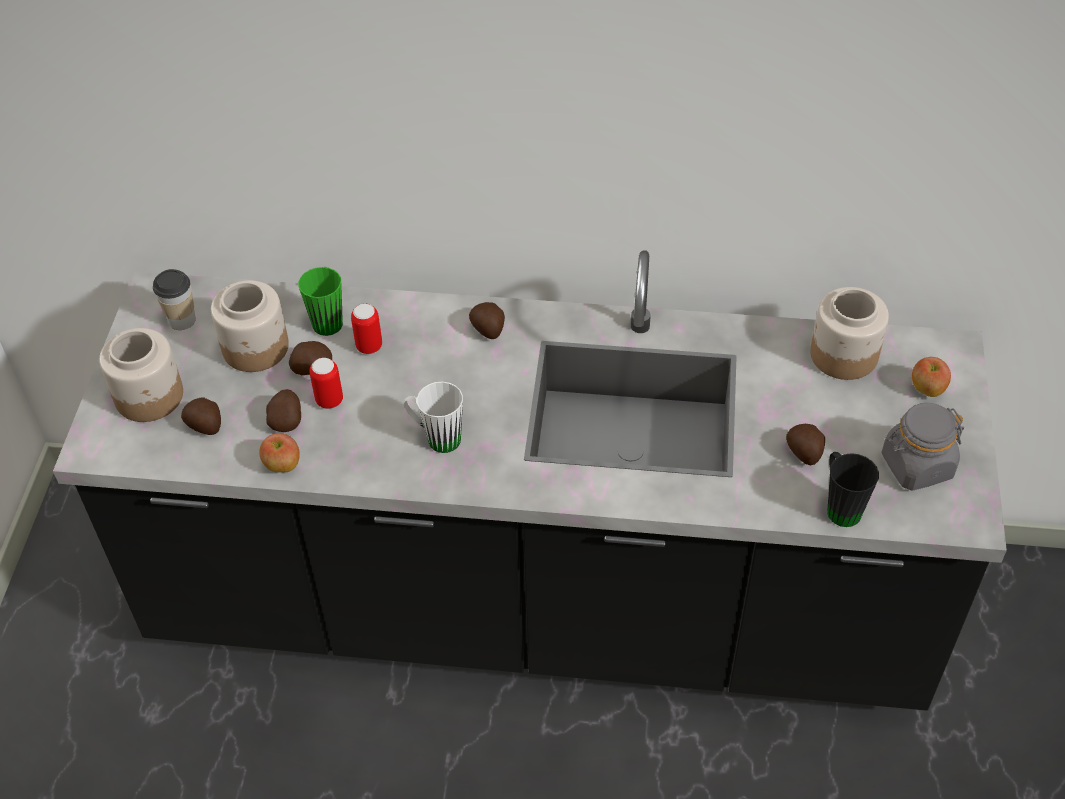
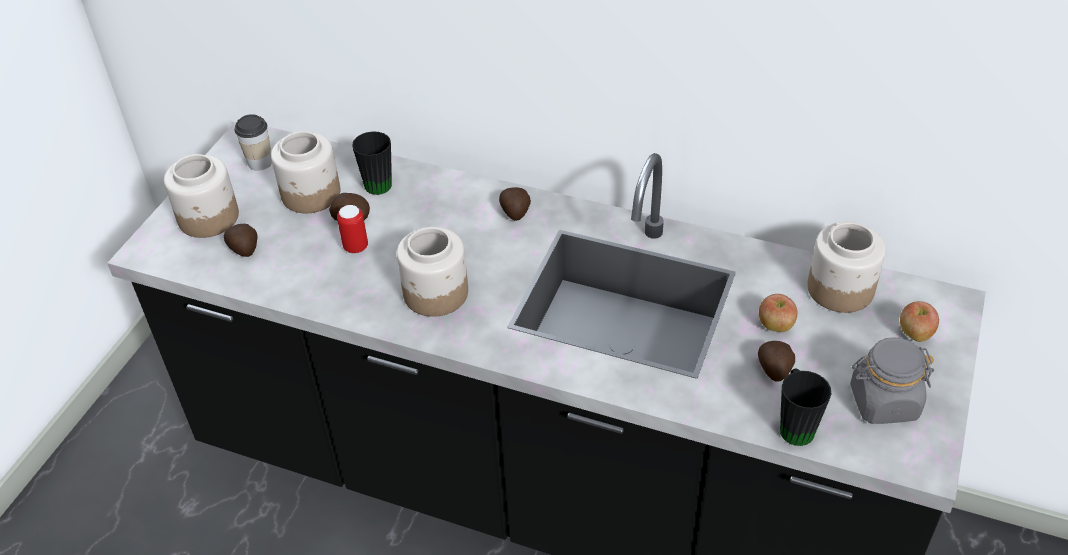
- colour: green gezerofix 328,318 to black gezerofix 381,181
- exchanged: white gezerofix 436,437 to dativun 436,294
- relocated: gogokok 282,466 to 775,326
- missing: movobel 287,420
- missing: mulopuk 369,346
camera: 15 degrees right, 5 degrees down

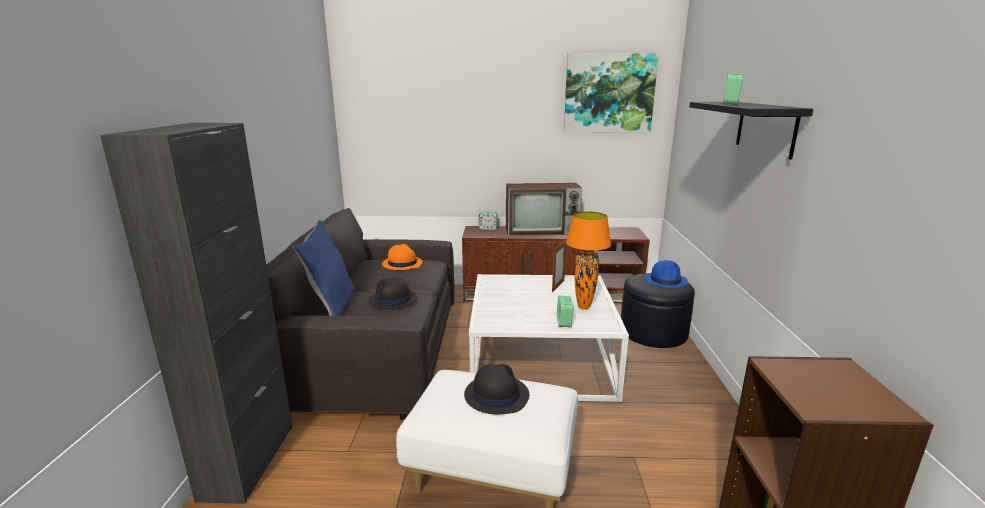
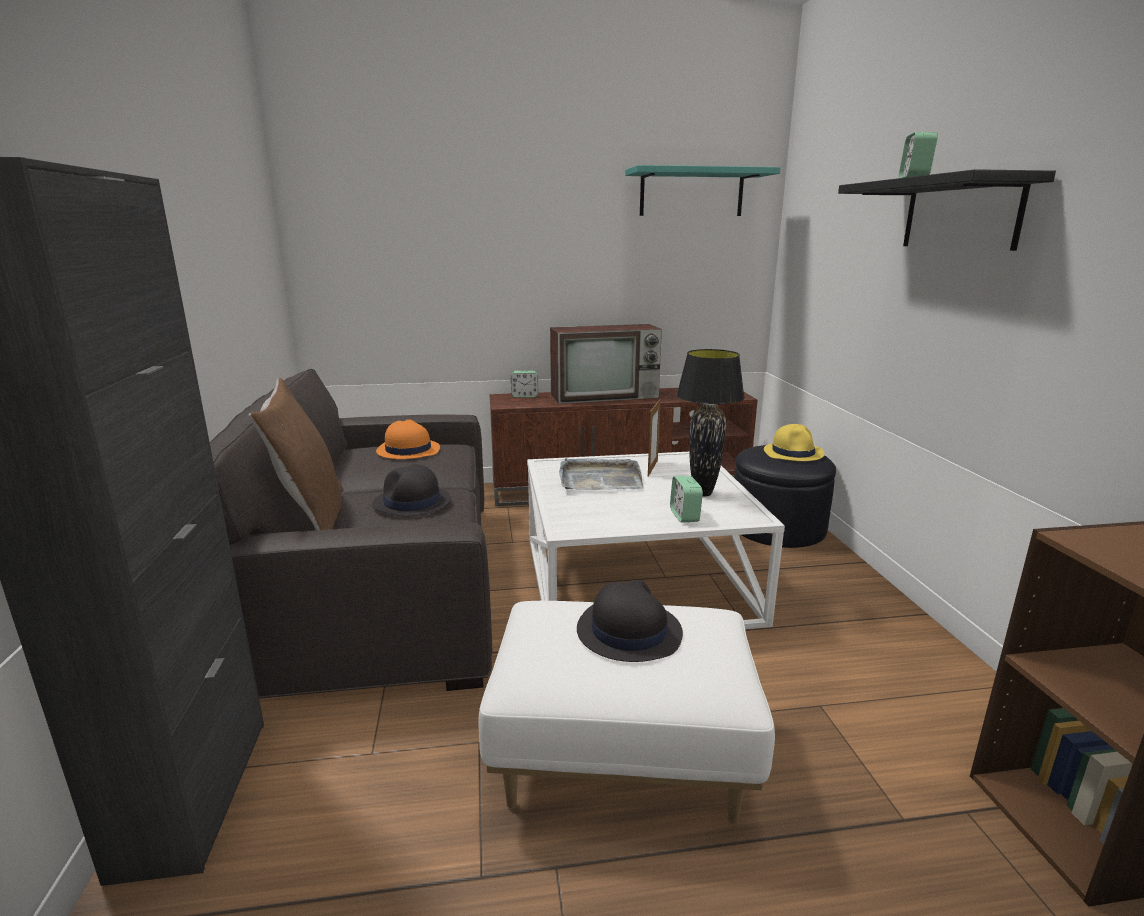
- colour: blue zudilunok 331,306 to brown zudilunok 311,518
- appeared: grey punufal 599,479
- exchanged: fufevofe 609,93 to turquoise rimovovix 691,193
- colour: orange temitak 584,307 to black temitak 703,493
- colour: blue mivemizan 666,280 to yellow mivemizan 793,453
camera: 10 degrees left, 0 degrees up

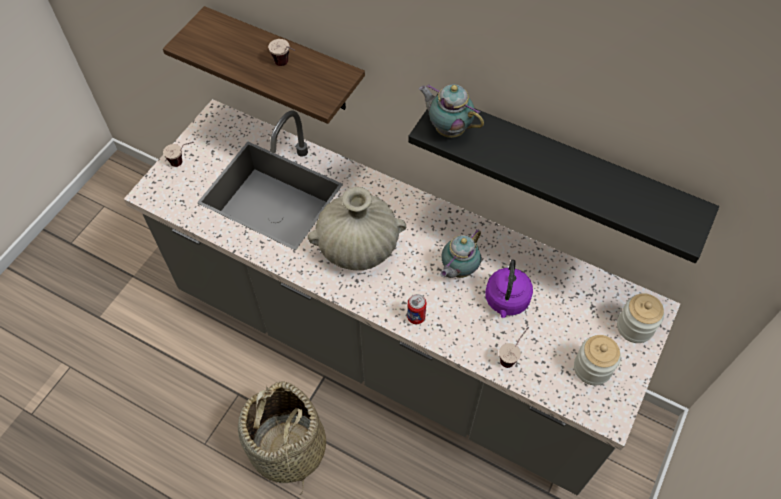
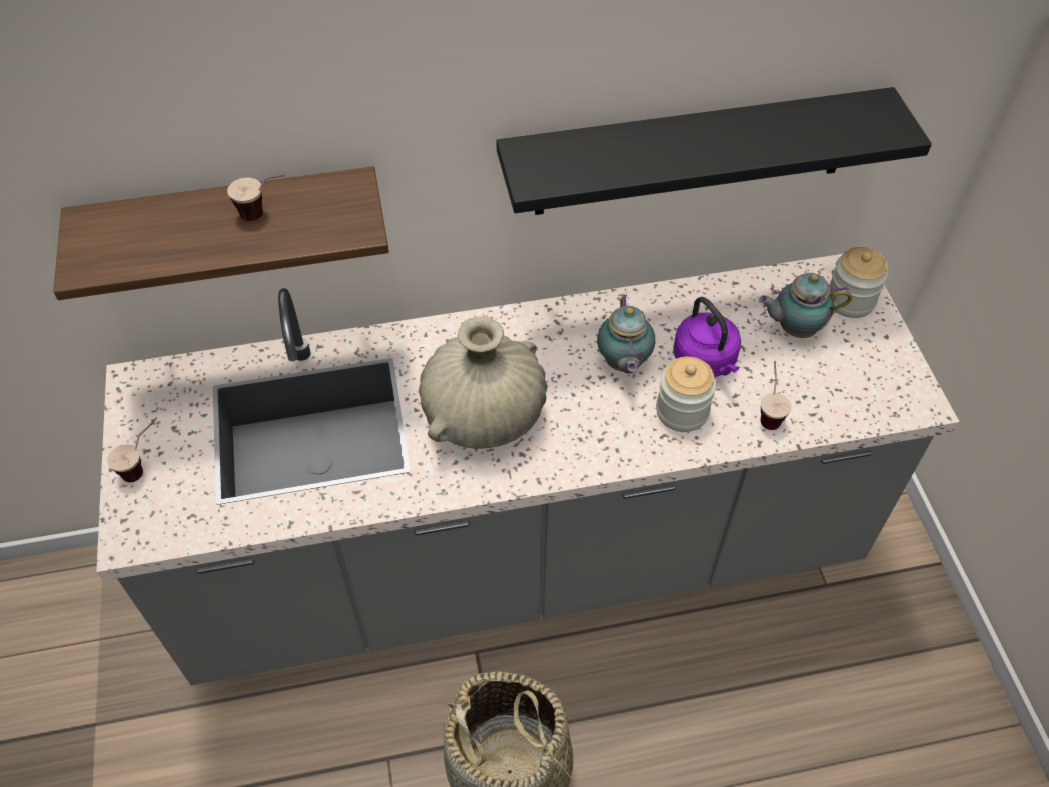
- relocated: dativun 592,368 to 682,411
- relocated: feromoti 448,129 to 794,328
- missing: mulopuk 416,317
camera: 40 degrees left, 5 degrees down

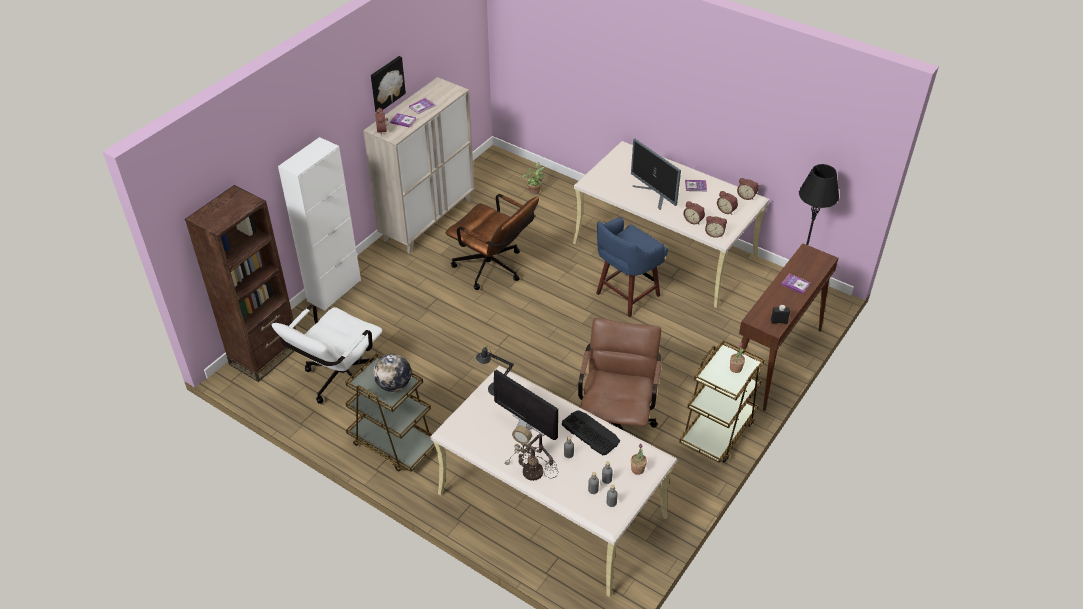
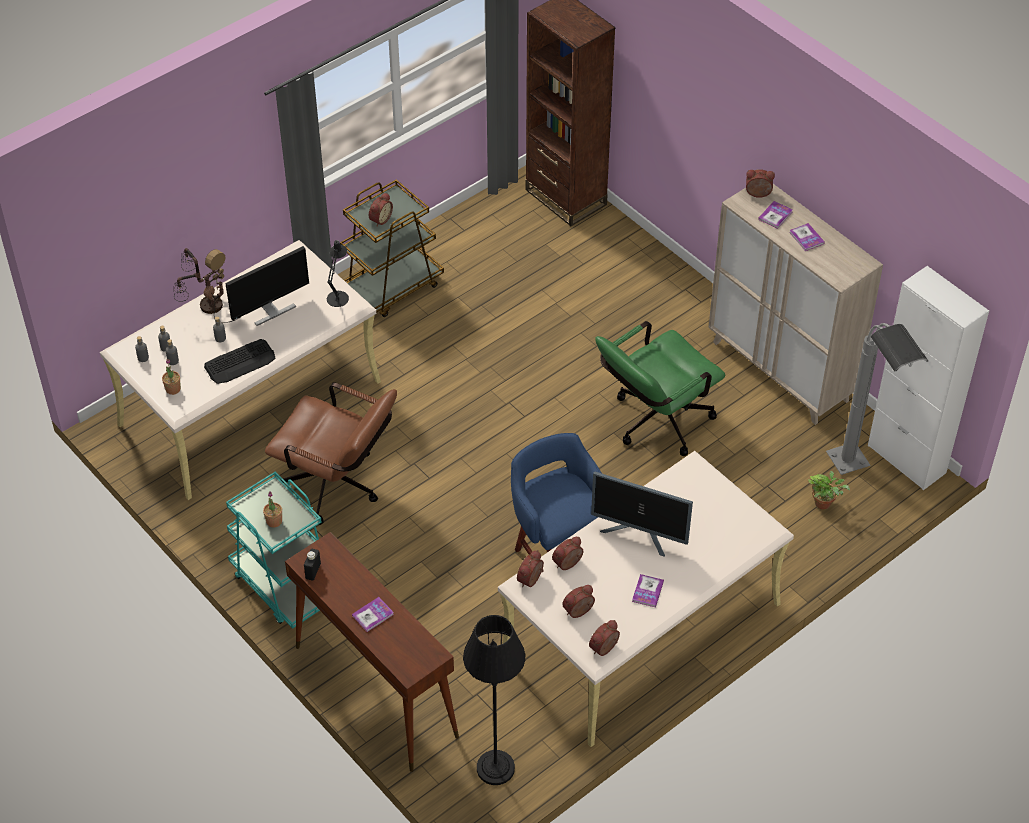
- colour: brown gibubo 717,431 to turquoise gibubo 284,585
- exchanged: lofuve 394,385 to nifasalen 380,219
- spun: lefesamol 654,195 = 640,534 135 degrees counterclockwise
- colour: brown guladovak 494,269 to green guladovak 655,423
- appeared: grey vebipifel 859,478
- relocated: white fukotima 334,290 to 906,459
- missing: white guladovak 339,382
- missing: fufevofe 386,83
camera: 105 degrees right, 5 degrees up

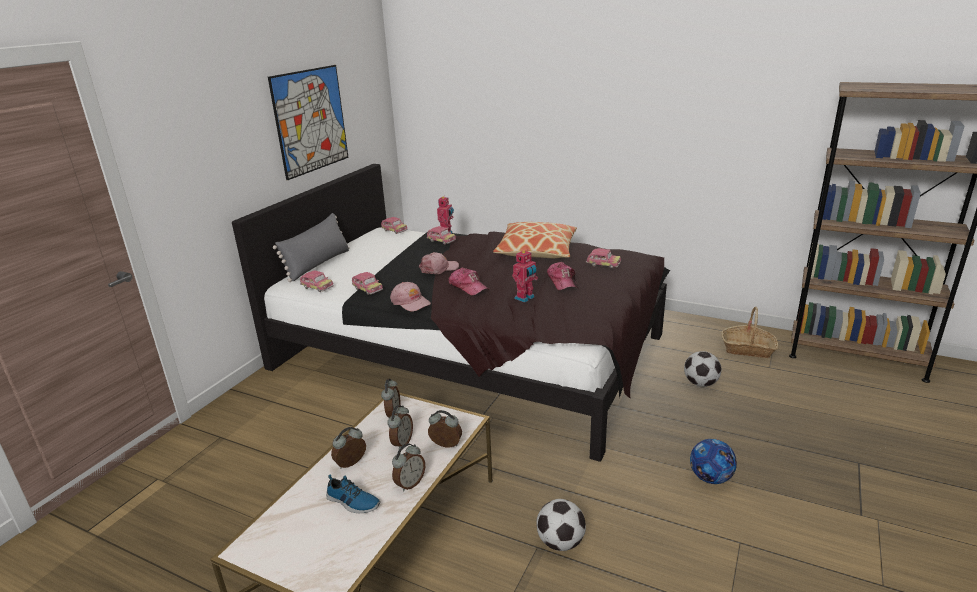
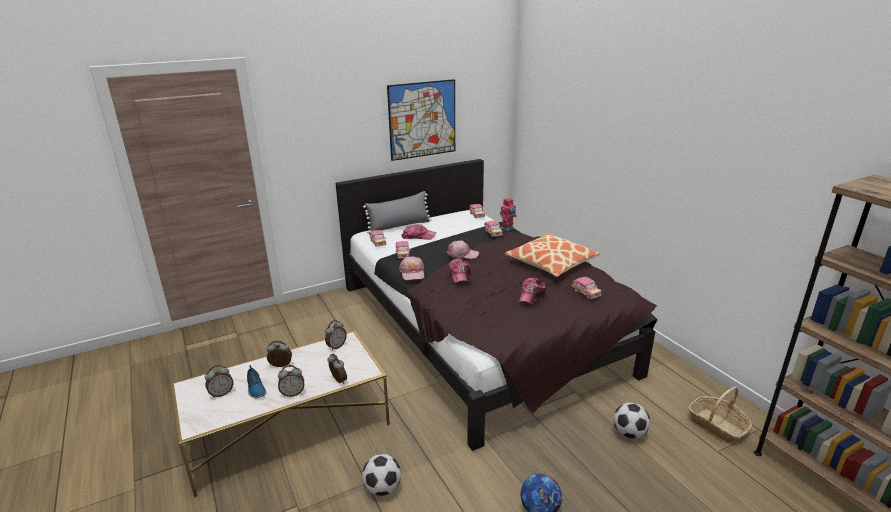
- relocated: nifasalen 401,443 to 221,393
- appeared: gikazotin 418,236
- missing: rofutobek 525,298
camera: 35 degrees right, 0 degrees up

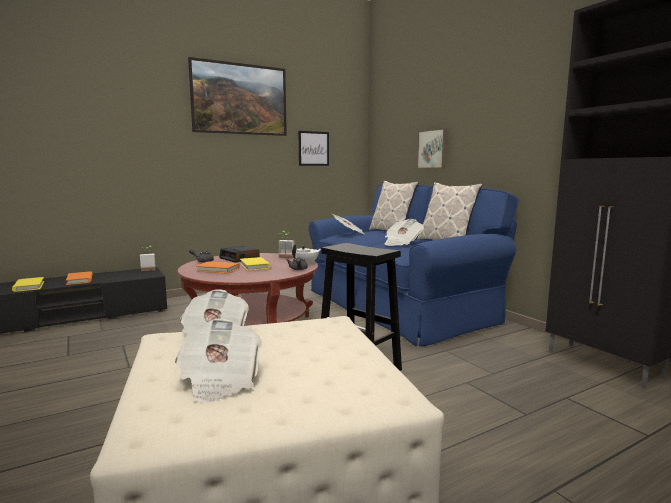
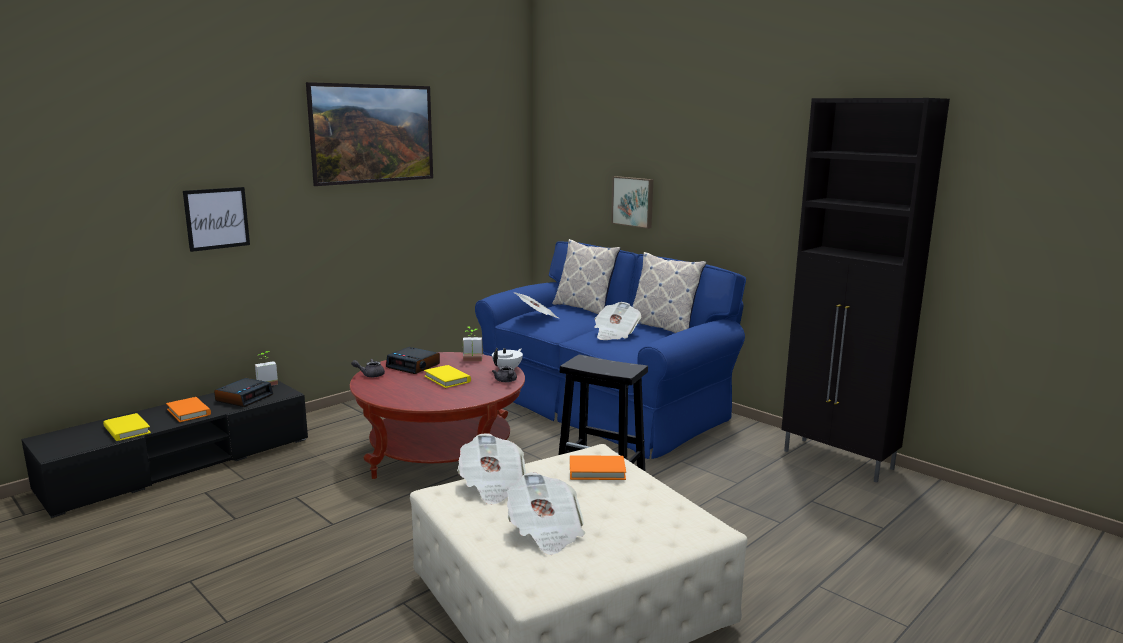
- relocated: fufevofe 313,148 to 217,218
- appeared: nifasalen 244,398
- relocated: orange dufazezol 218,269 to 597,471
camera: 15 degrees left, 5 degrees up

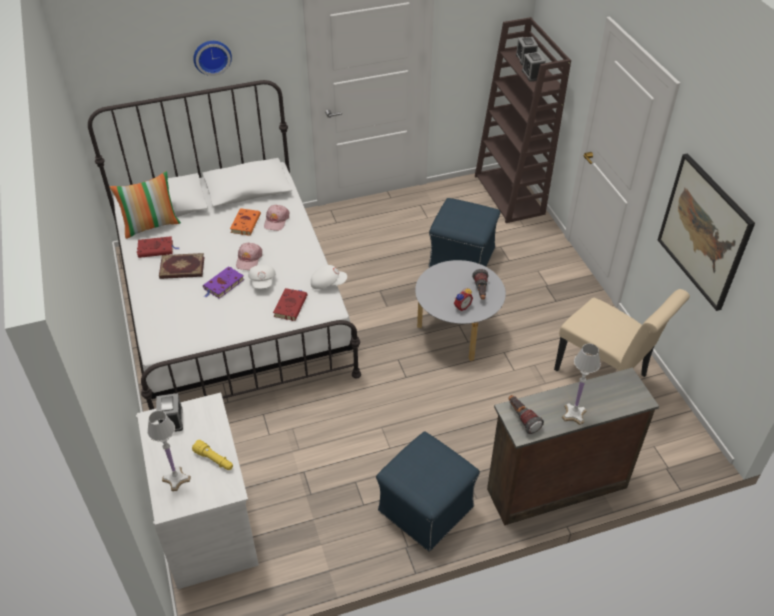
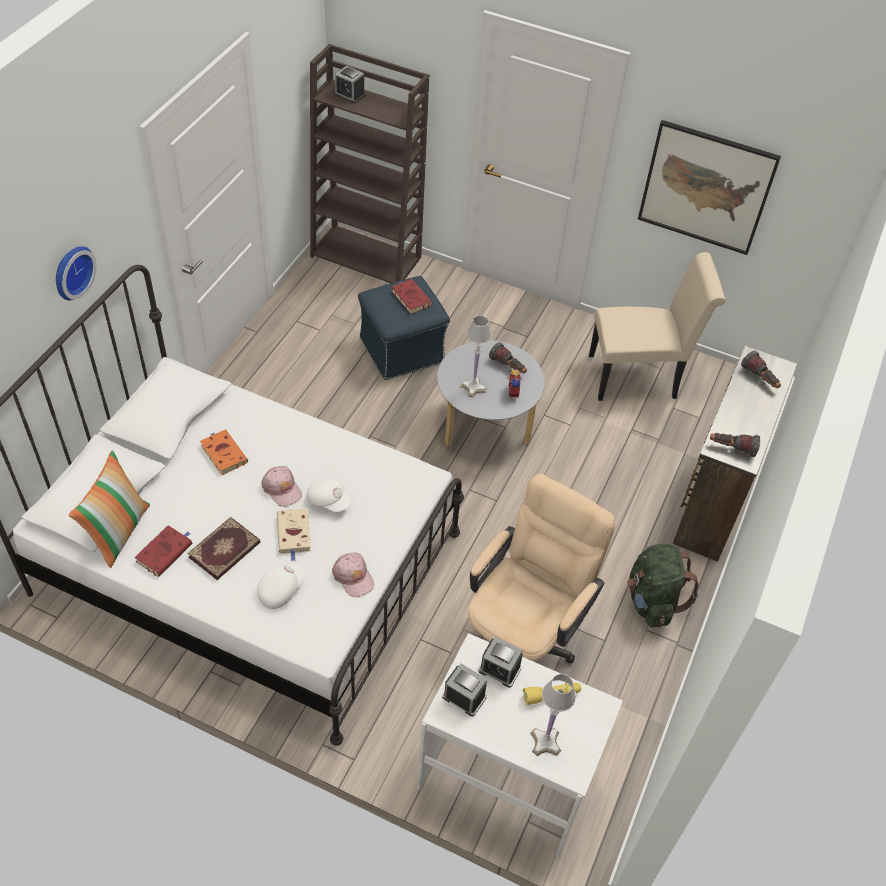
- relocated: white gikazotin 328,283 to 281,589
- colour: purple dufazezol 223,285 to beige dufazezol 294,534
- relocated: pink gikazotin 276,220 to 353,577
- relocated: red dufazezol 290,305 to 410,298
- relocated: white temitak 574,414 to 473,388
- appeared: beige guladovak 523,636
- relocated: nifasalen 532,75 to 499,669
- exchanged: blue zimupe 425,509 to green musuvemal 652,601
- appeared: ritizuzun 760,379
camera: 50 degrees left, 5 degrees up

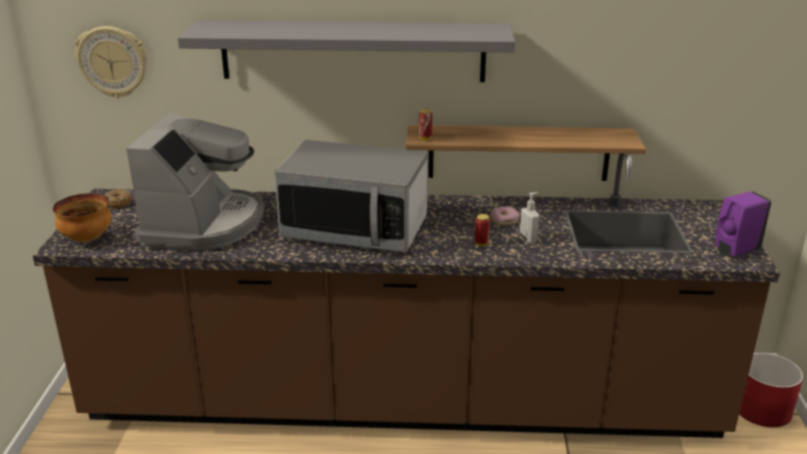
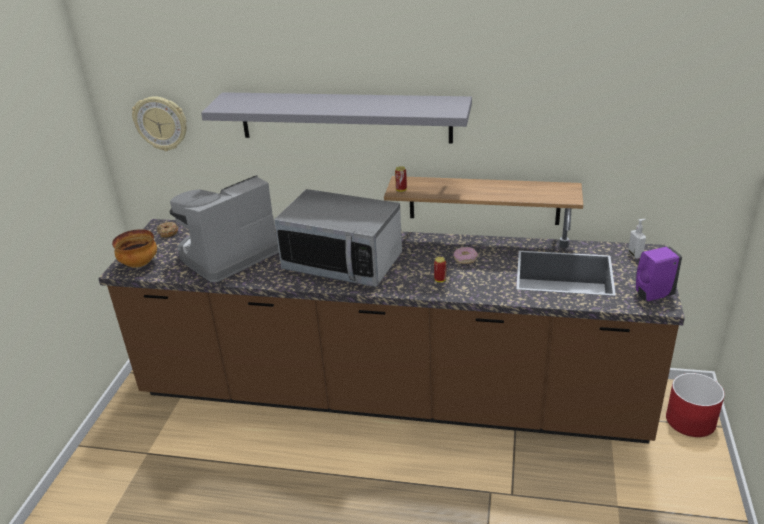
- spun: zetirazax 204,224 = 227,254 150 degrees counterclockwise
- relocated: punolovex 528,239 to 635,255
camera: 10 degrees right, 5 degrees up

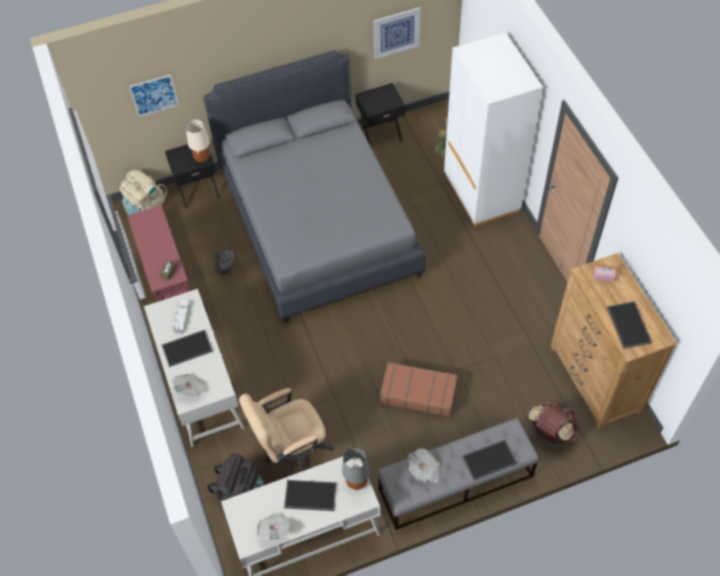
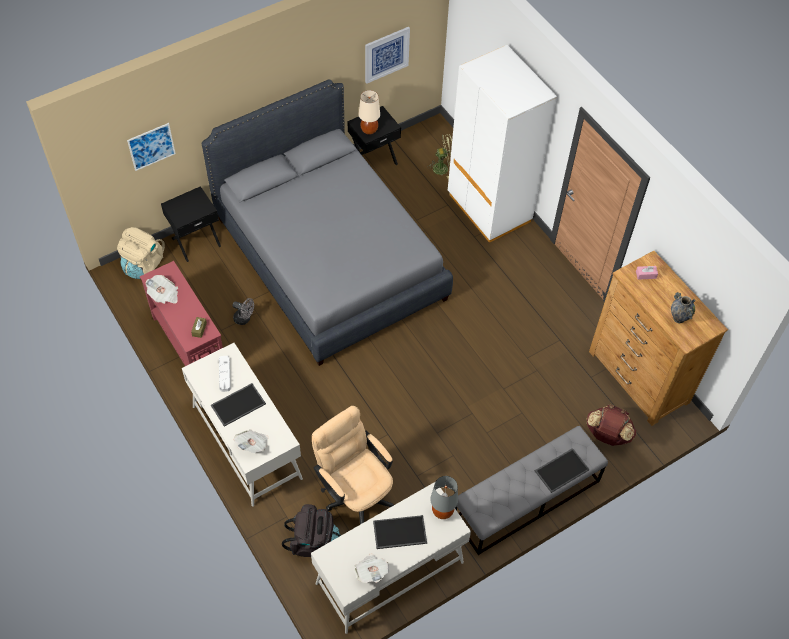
- relocated: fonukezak 424,470 to 164,295
- spun: beige guladovak 291,449 = 355,492 90 degrees clockwise
- relocated: beige temitak 202,158 to 369,130
- exchanged: punufal 628,324 to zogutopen 678,318
- missing: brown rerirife 418,393
camera: 15 degrees left, 0 degrees up

